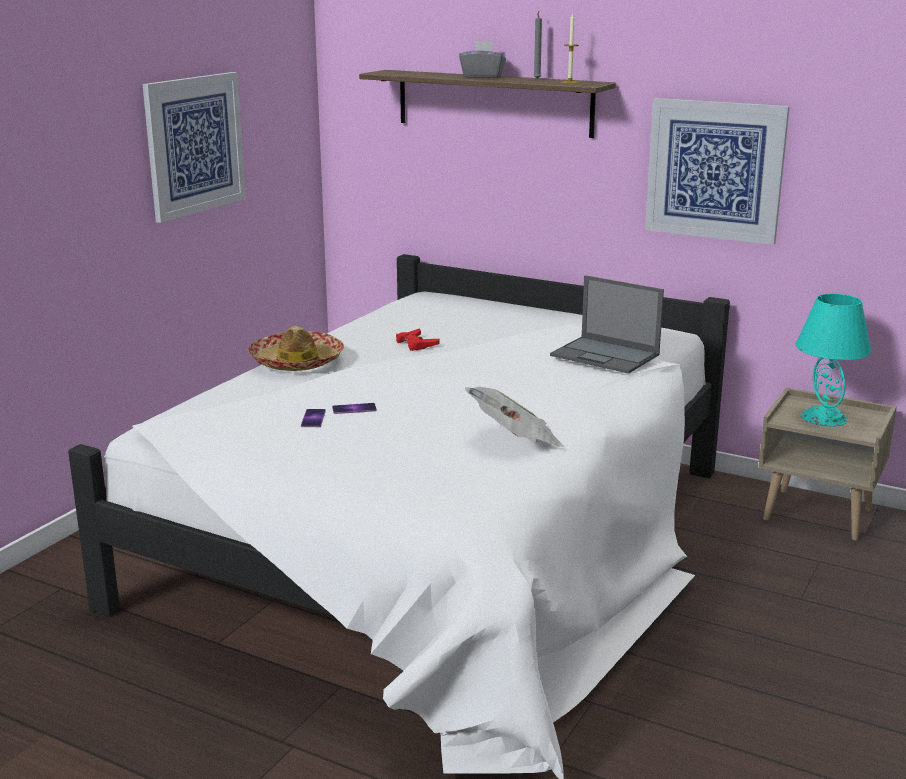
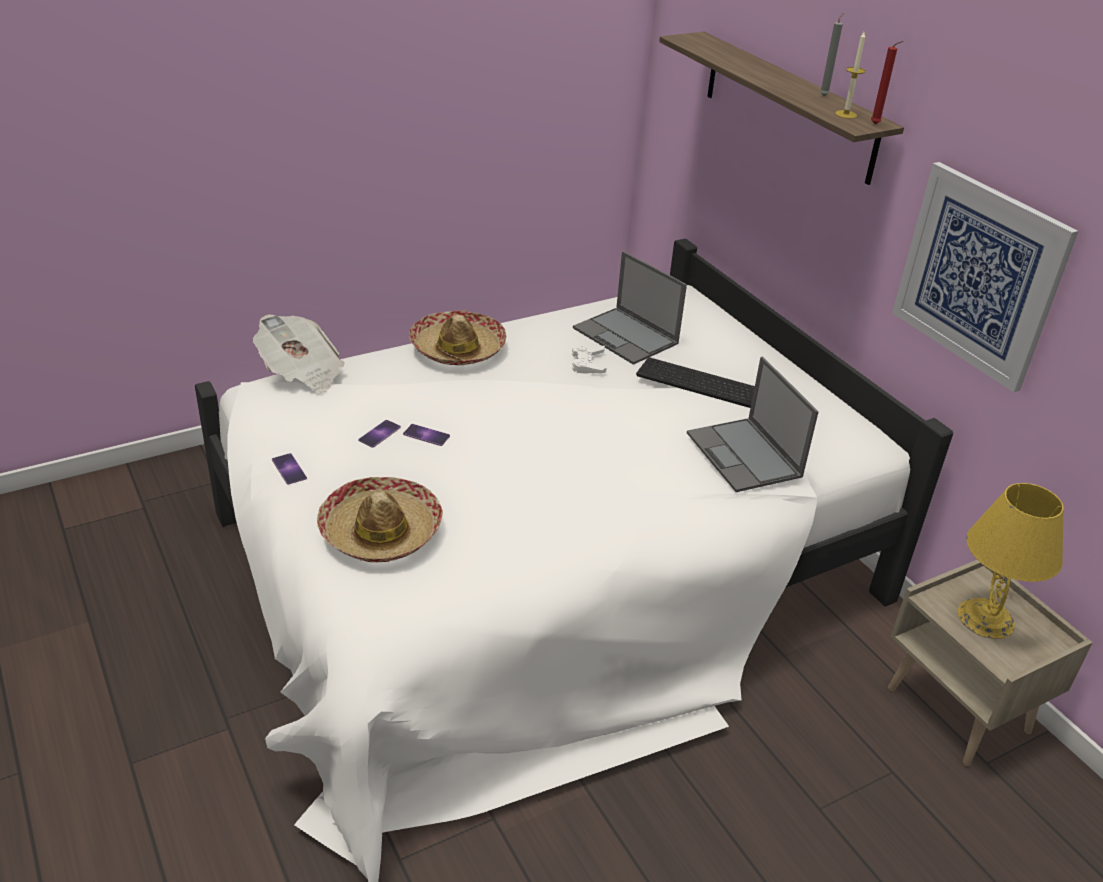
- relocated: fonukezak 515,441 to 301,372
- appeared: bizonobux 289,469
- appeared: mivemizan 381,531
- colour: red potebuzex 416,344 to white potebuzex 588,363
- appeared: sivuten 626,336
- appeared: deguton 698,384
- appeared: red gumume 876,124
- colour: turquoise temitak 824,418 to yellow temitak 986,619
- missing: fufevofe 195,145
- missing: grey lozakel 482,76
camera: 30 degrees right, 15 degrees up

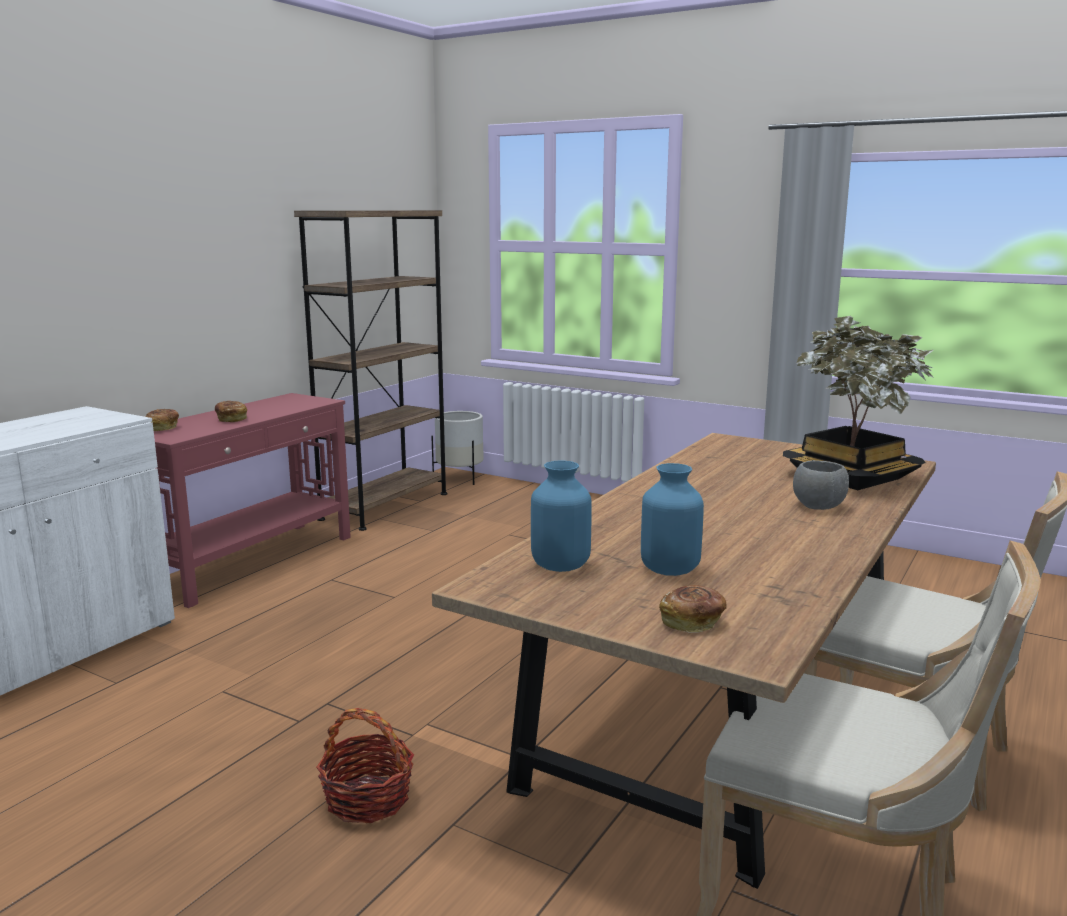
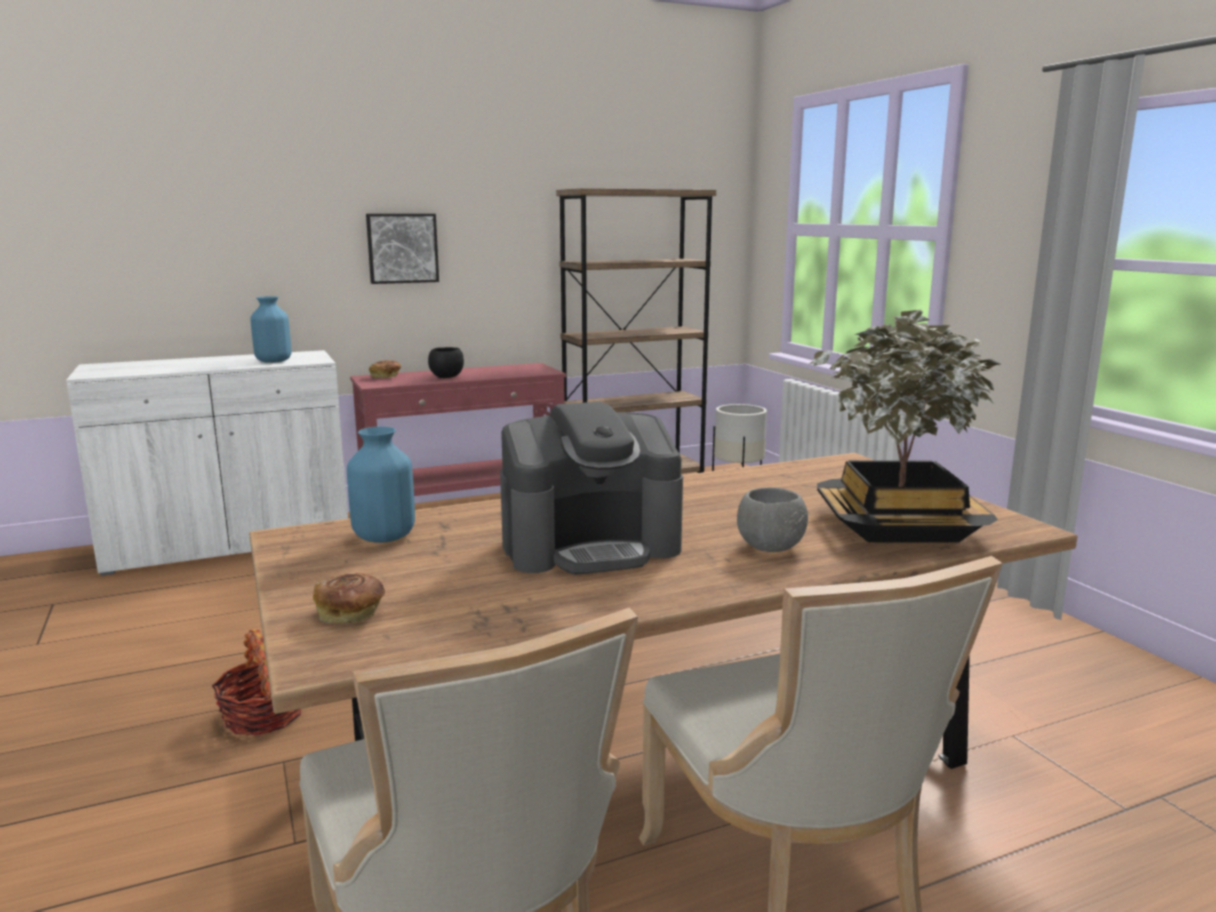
- relocated: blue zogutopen 669,570 to 273,361
- appeared: fufevofe 402,248
- exchanged: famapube 231,419 to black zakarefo 446,376
- appeared: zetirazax 591,546
camera: 35 degrees right, 0 degrees up

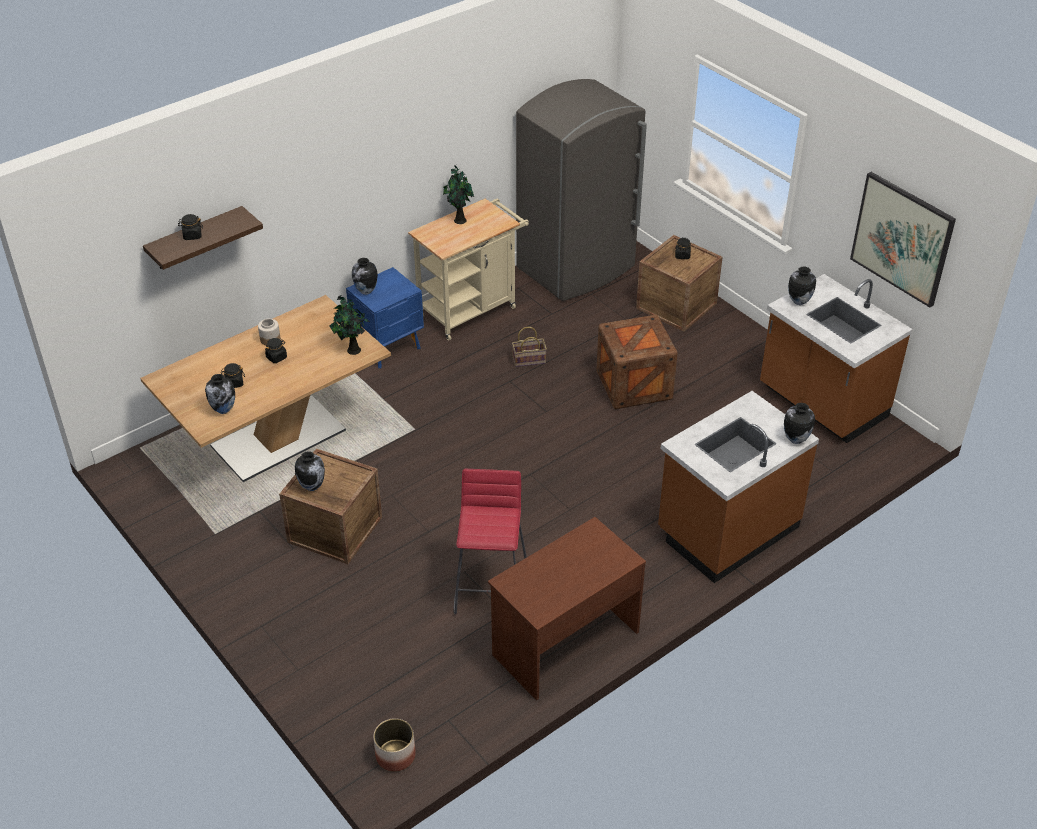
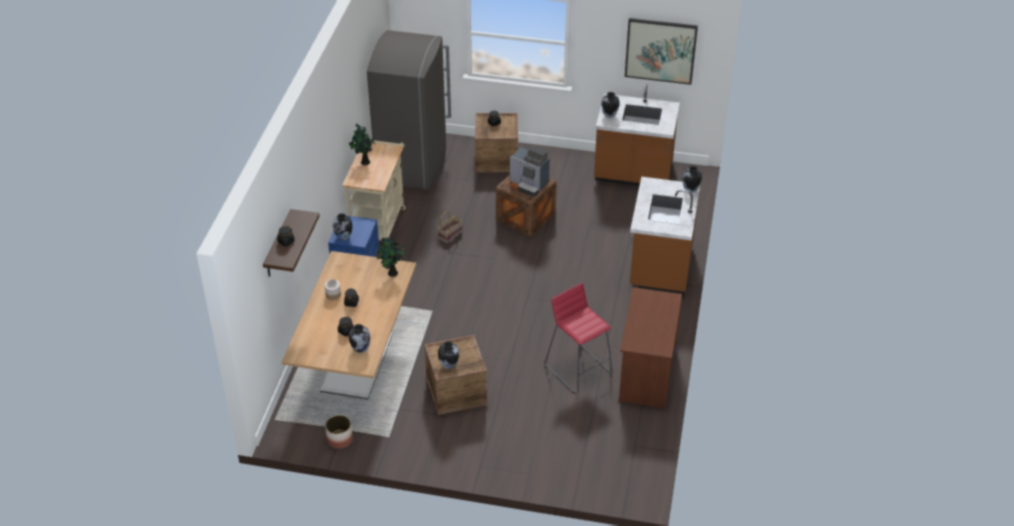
- relocated: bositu 395,755 to 339,439
- appeared: zetirazax 529,184
camera: 40 degrees left, 0 degrees up

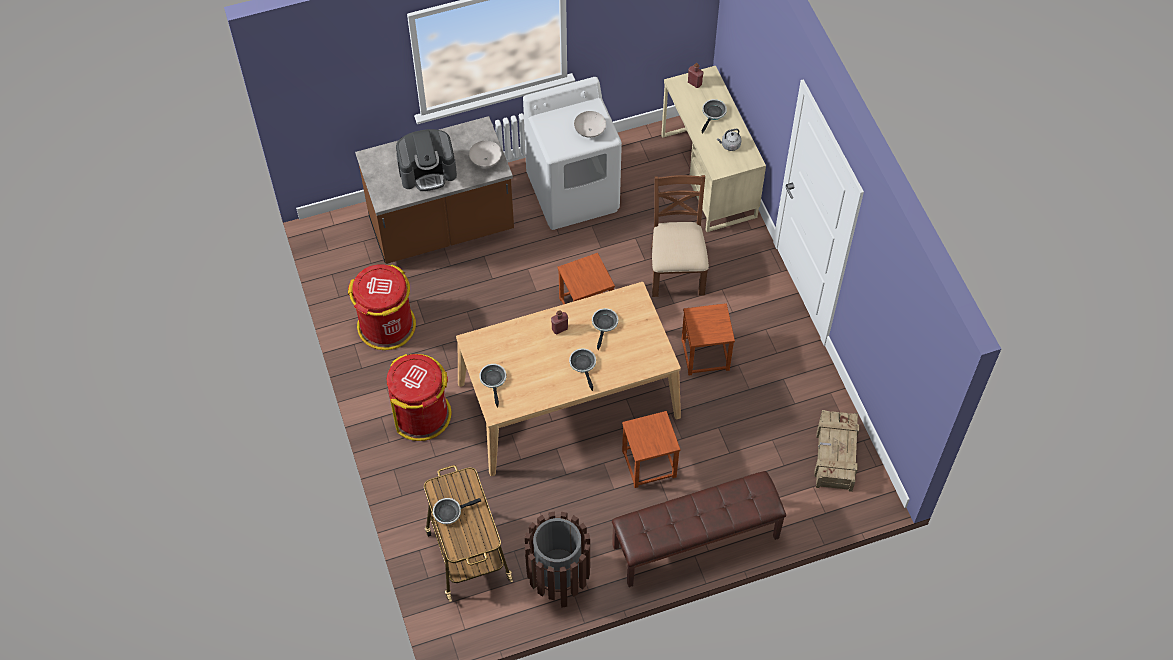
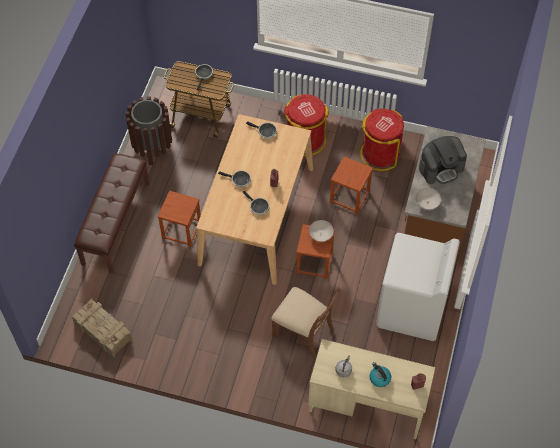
- relocated: white zakarefo 590,131 to 320,235
- relocated: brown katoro 705,355 to 349,197
- exchanged: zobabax 713,114 to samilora 379,378
- spun: zetirazax 427,171 = 441,168 135 degrees counterclockwise
camera: 125 degrees right, 0 degrees up

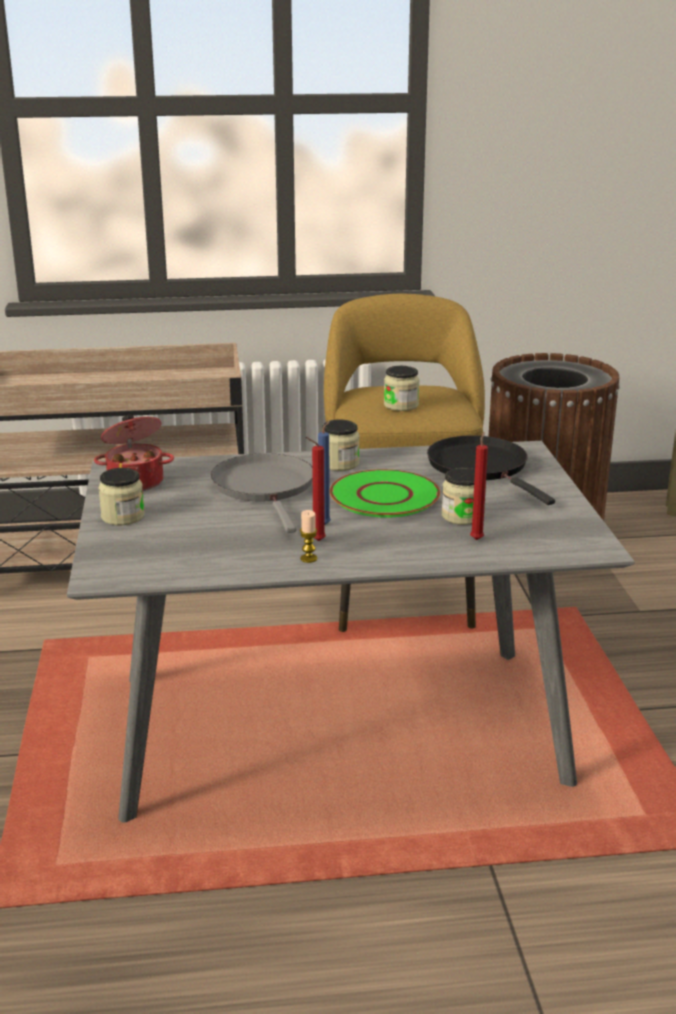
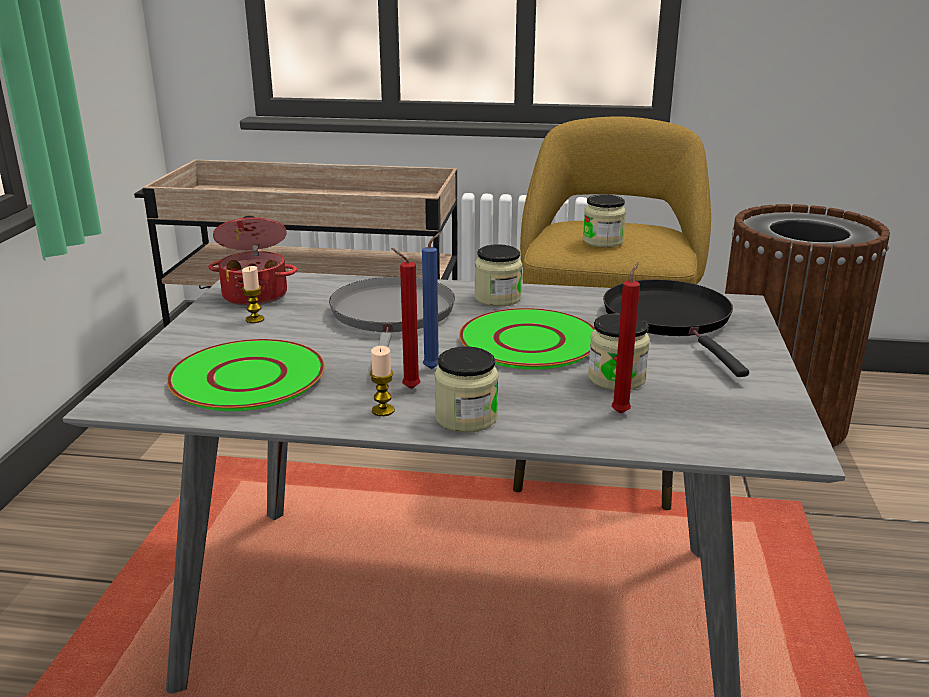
- appeared: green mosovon 249,377
- appeared: gumume 255,319
- relocated: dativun 123,516 to 466,418
camera: 15 degrees right, 0 degrees up

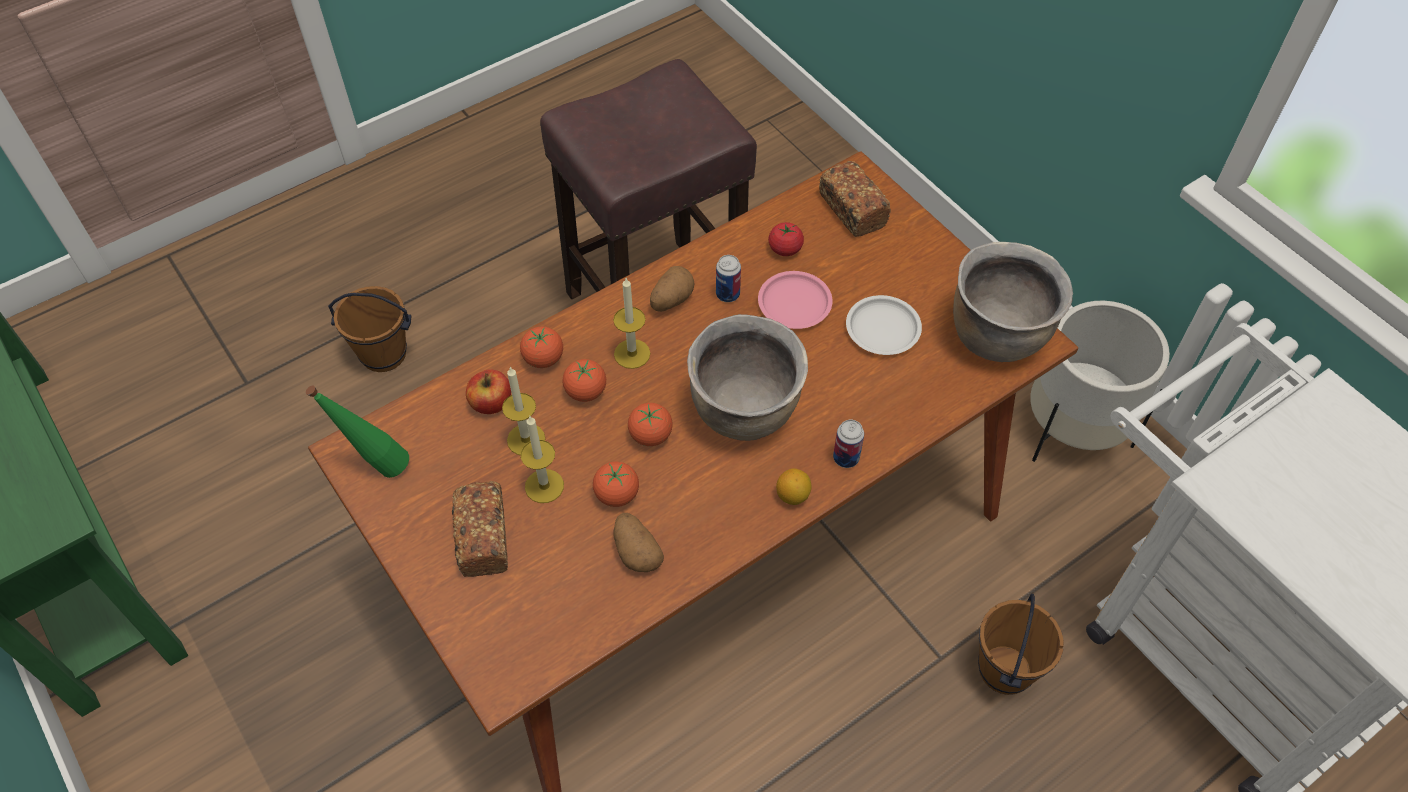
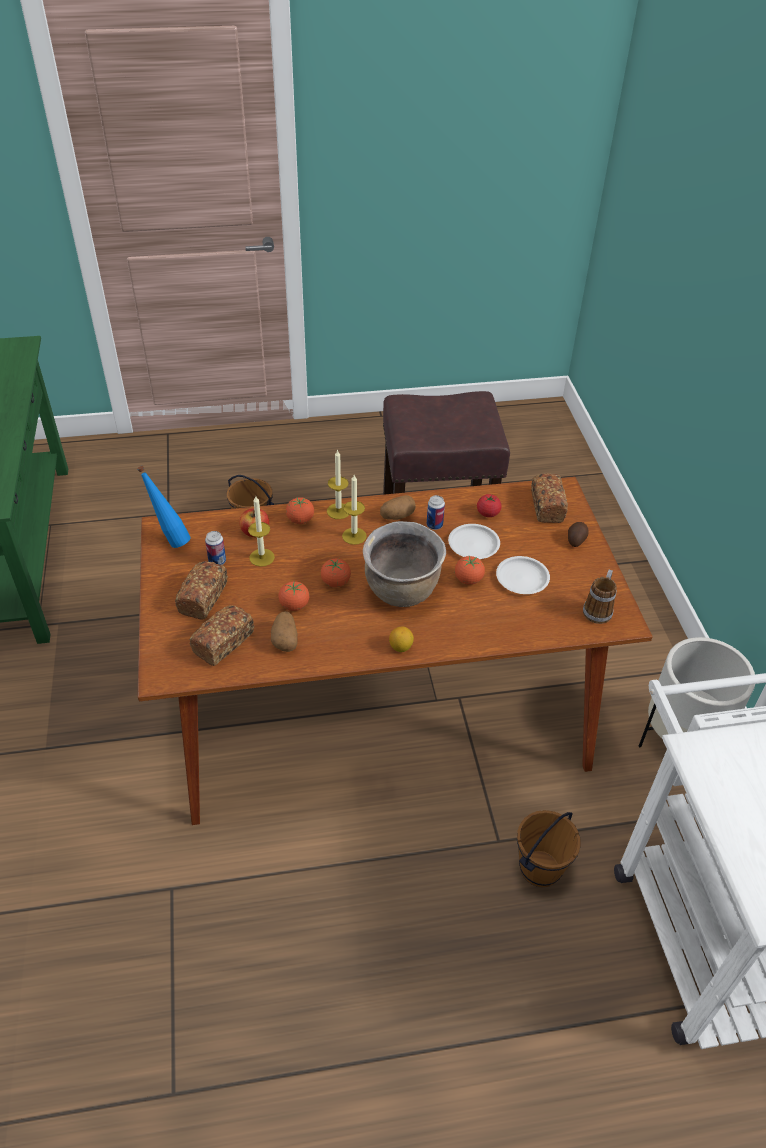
- colour: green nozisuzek 376,466 to blue nozisuzek 170,540
- appeared: famapube 223,642
- relocated: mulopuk 846,458 to 217,561
- relocated: gumume 544,486 to 338,511
- colour: pink mosovon 794,303 to white mosovon 473,544
- relocated: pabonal 586,392 to 468,580
- appeared: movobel 576,540
- exchanged: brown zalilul 997,335 to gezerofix 598,609
camera: 25 degrees right, 10 degrees down

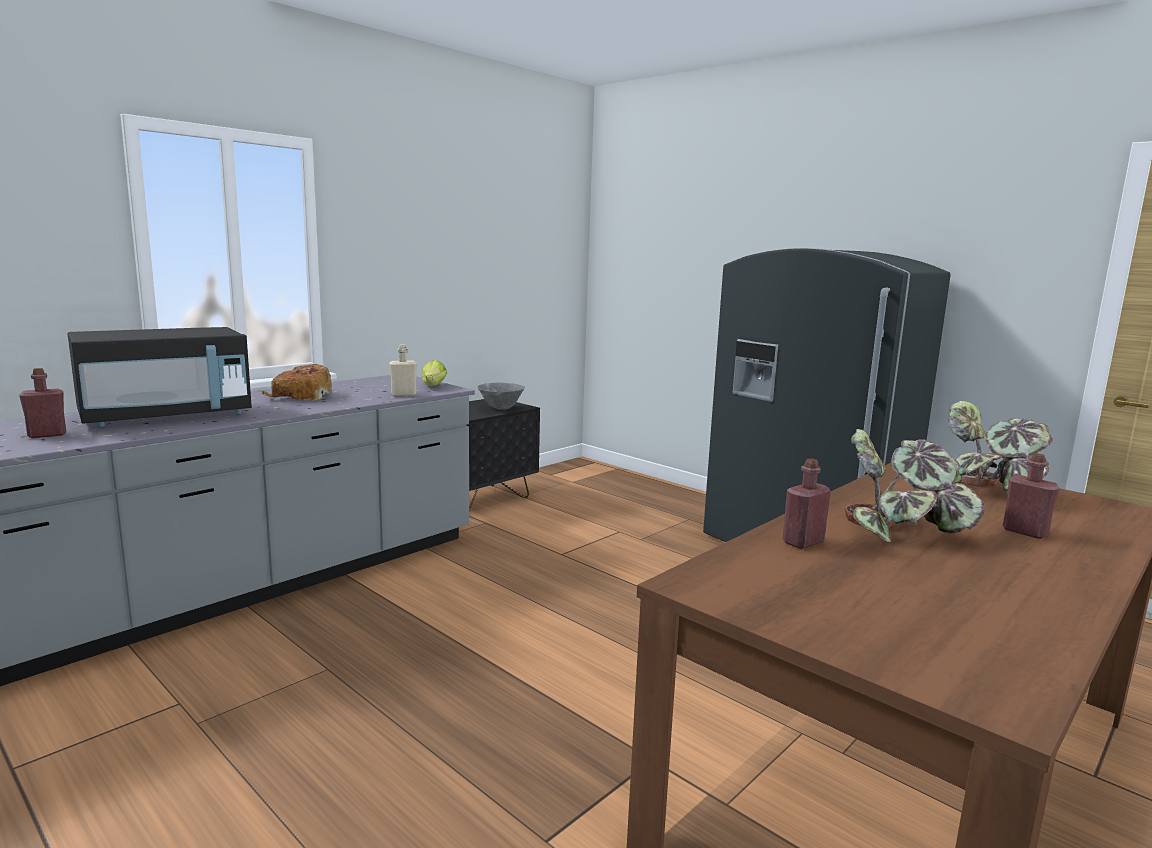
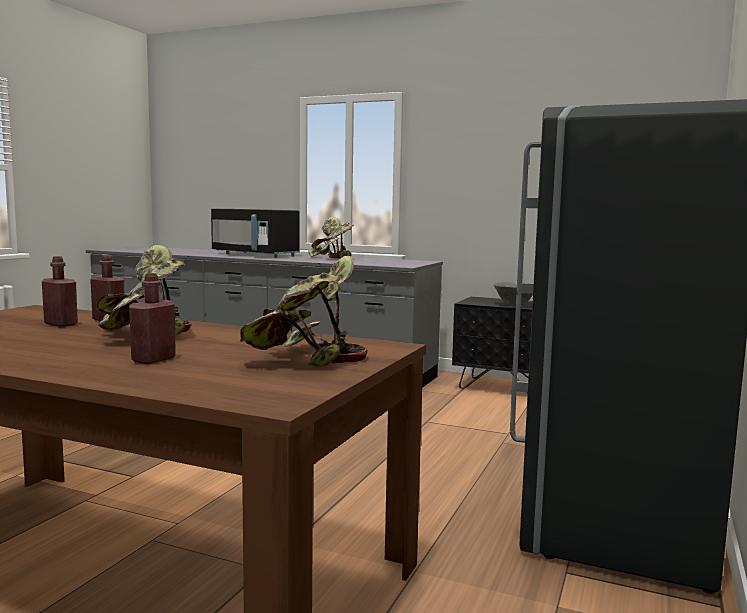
- relocated: red nozisuzek 47,435 to 61,324
- exchanged: famapube 300,396 to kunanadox 331,258
- missing: beige nozisuzek 403,395
- missing: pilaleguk 433,386
camera: 70 degrees right, 5 degrees down

